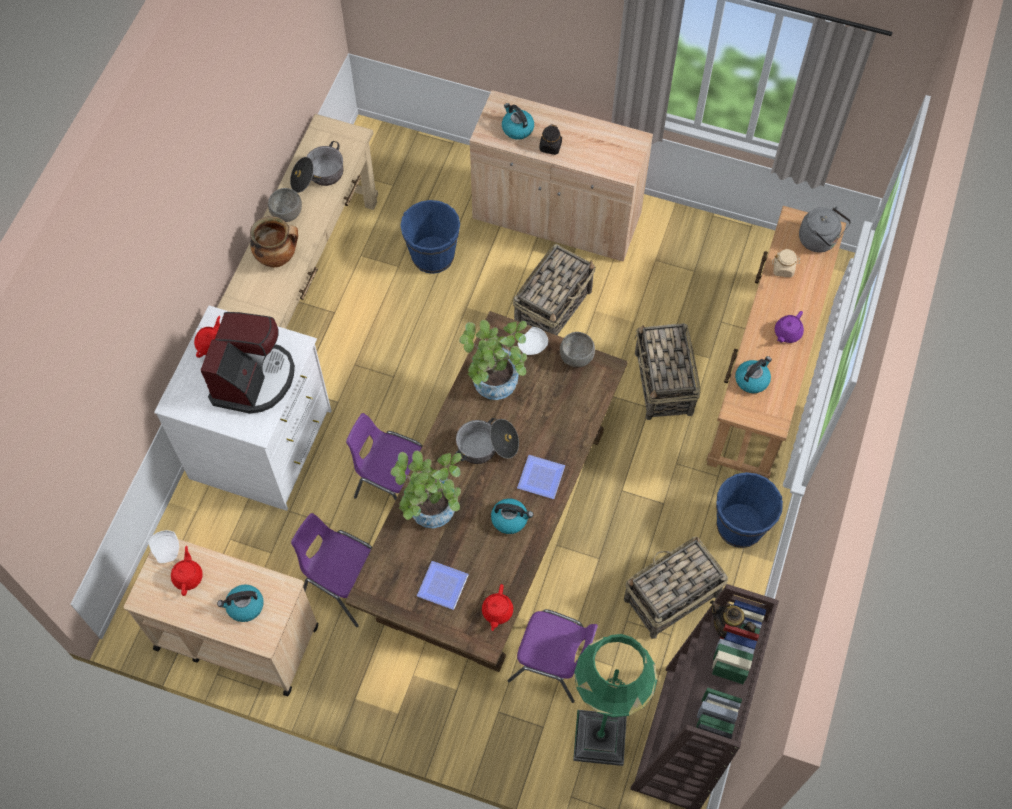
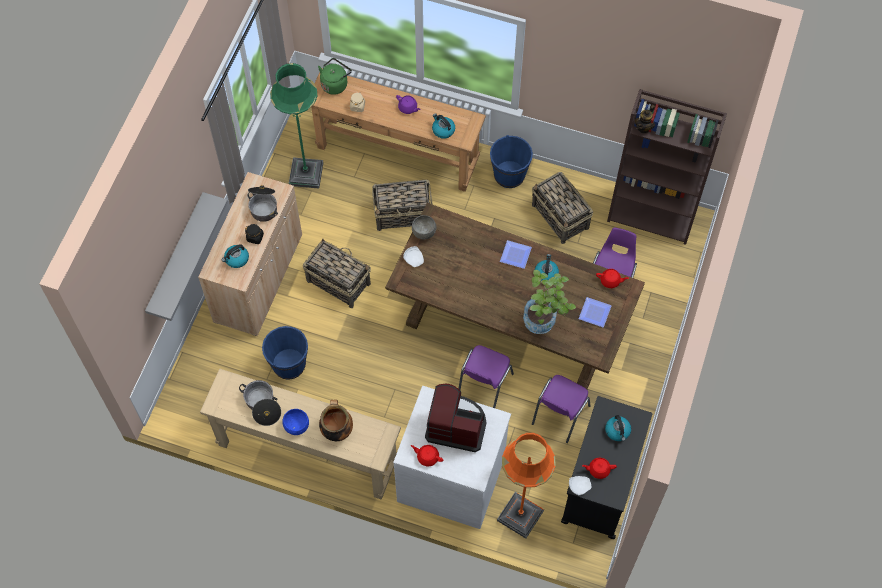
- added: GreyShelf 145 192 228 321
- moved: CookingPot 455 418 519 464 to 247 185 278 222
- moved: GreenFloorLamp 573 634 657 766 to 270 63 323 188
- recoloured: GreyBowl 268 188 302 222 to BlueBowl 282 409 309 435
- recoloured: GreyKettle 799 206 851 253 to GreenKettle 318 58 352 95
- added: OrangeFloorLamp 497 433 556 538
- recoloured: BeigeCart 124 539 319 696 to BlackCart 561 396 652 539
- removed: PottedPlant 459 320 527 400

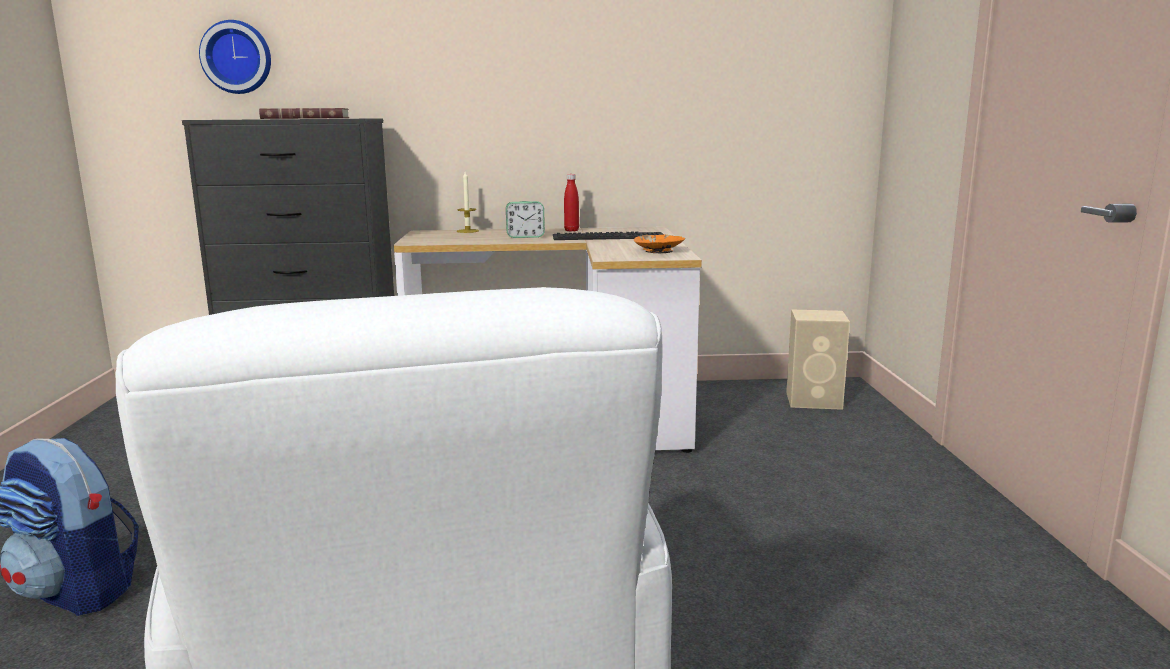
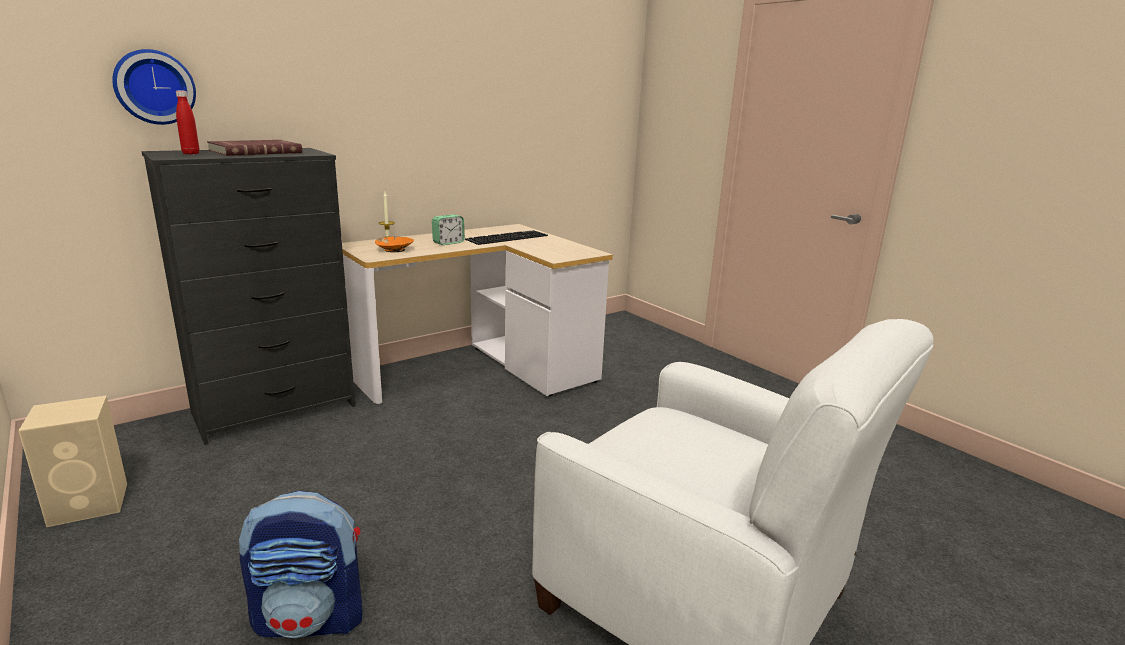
- moved: BeigeSpeaker 786 310 850 410 to 19 395 127 527
- moved: RedBottle 564 174 579 232 to 176 90 199 154
- moved: OrangeBowl 634 235 685 253 to 375 236 414 252

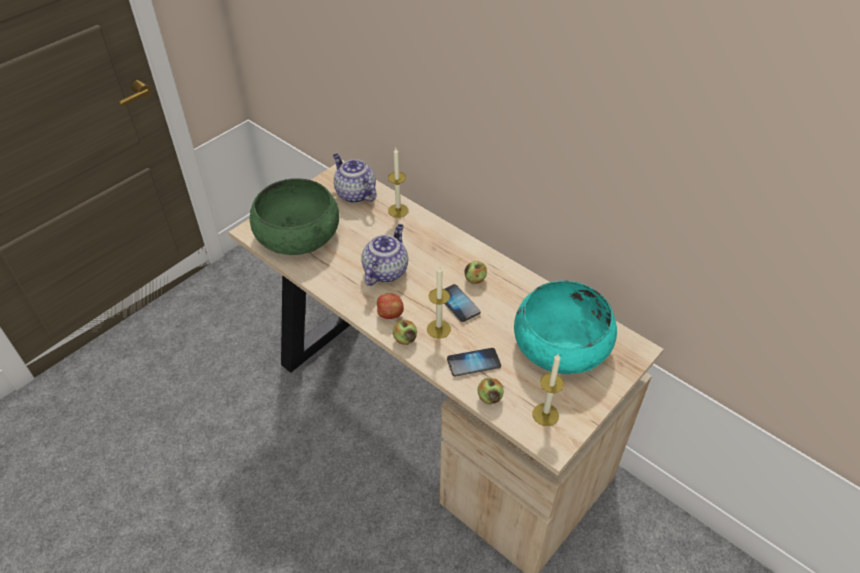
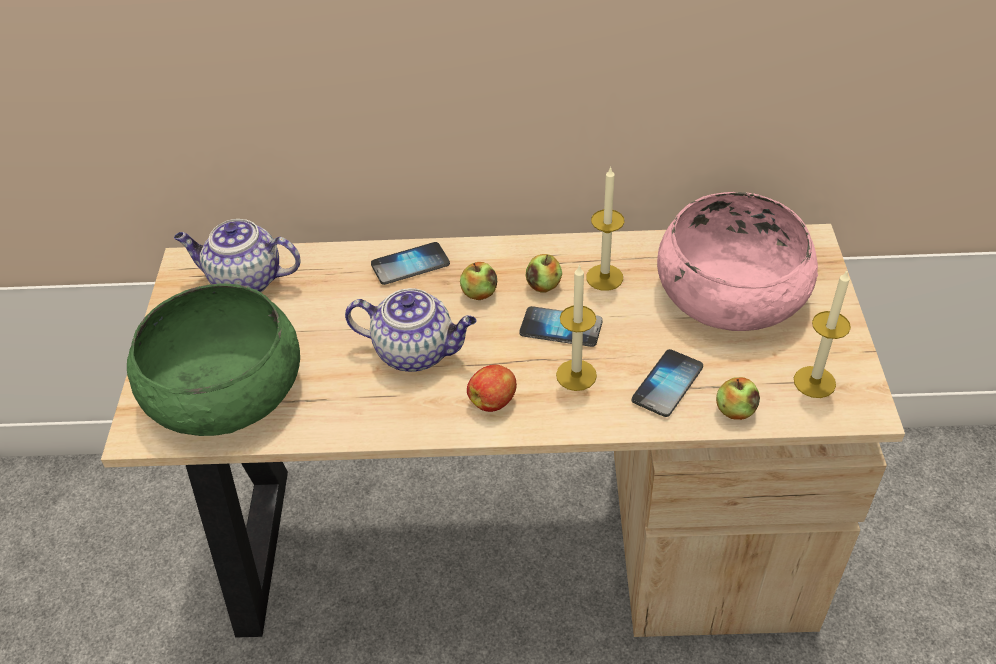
- turned: Teapot 361 224 408 286 = 345 288 477 372 120 degrees clockwise
- added: Phone 371 242 450 285
- moved: Apple 393 320 417 345 to 460 262 497 300
- moved: Candle 388 148 409 218 to 586 166 624 291
- recoloured: TurquoiseBowl 514 280 617 374 to PinkBowl 657 192 818 331

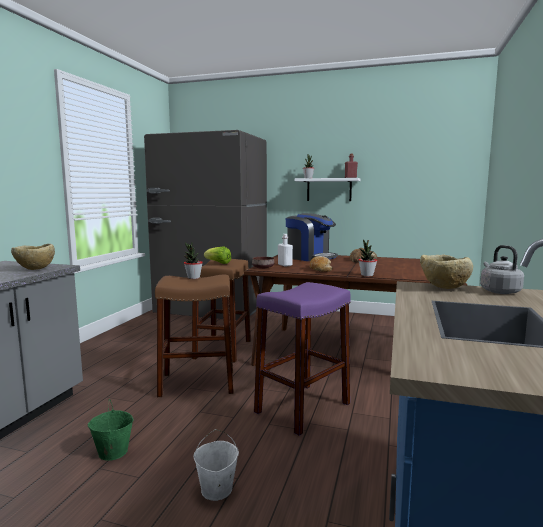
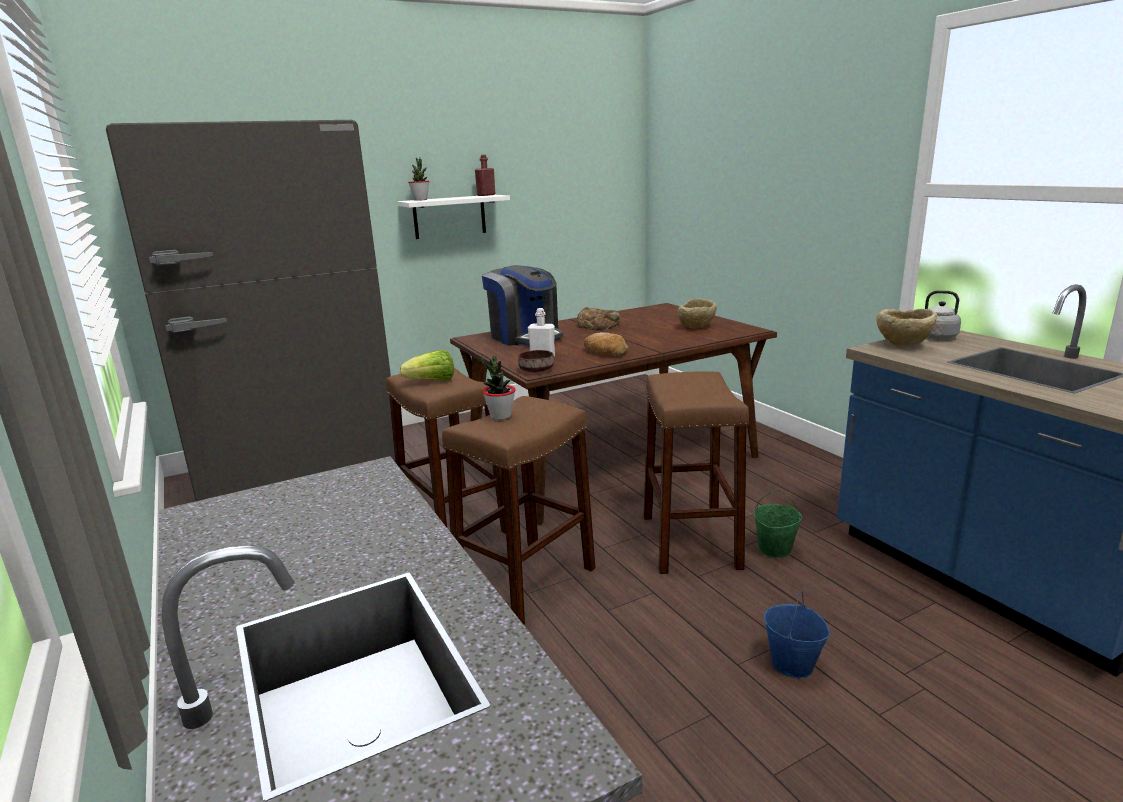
- turned: CoffeeMachine 286 213 338 261 = 482 265 563 346 60 degrees clockwise
- recoloured: PurpleStool 254 282 351 436 to BrownStool 643 372 749 574
- moved: BeigeBowl 11 244 55 270 to 678 298 717 329
- moved: GreenBucket 88 399 134 461 to 754 490 802 558
- recoloured: WhiteBucket 194 429 239 501 to BlueBucket 764 591 830 678
- removed: PottedPlant 358 239 377 277

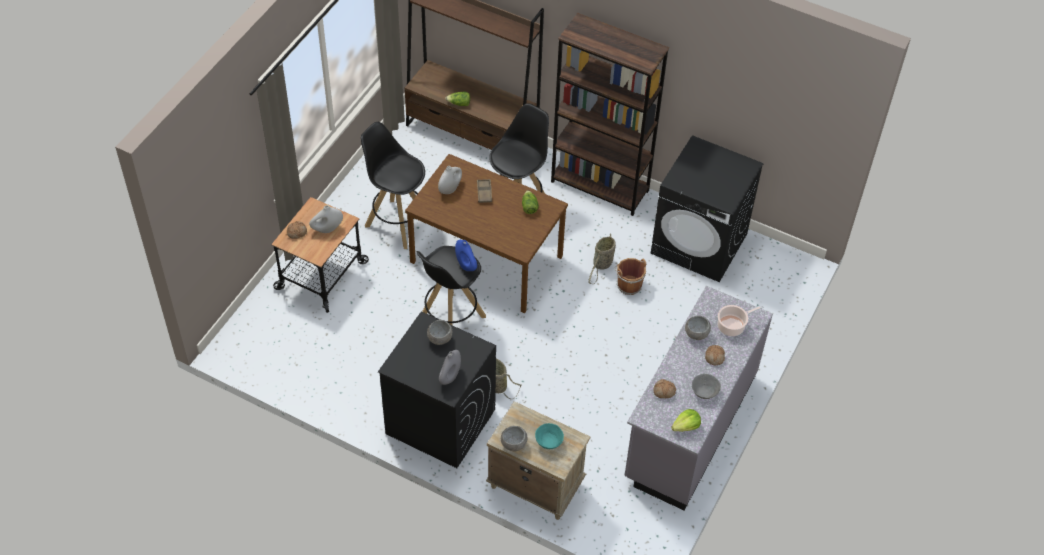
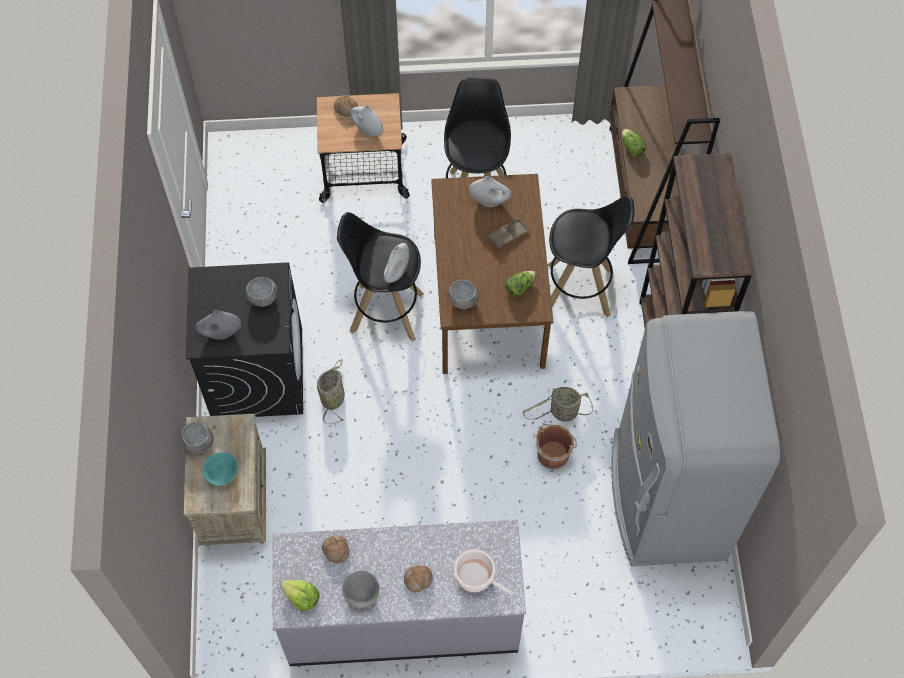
- recoloured: BlueVase 455 240 477 271 to WhiteVase 384 243 409 283
- moved: GreyBowl 685 316 711 340 to 448 280 479 309
- replaced: BlackWashingMachine 651 135 764 282 to GreyFridge 611 311 781 566

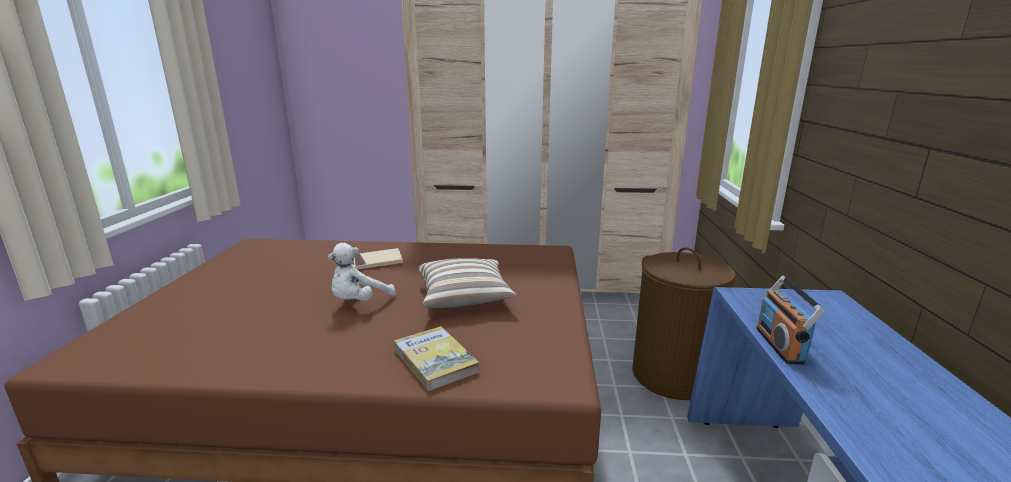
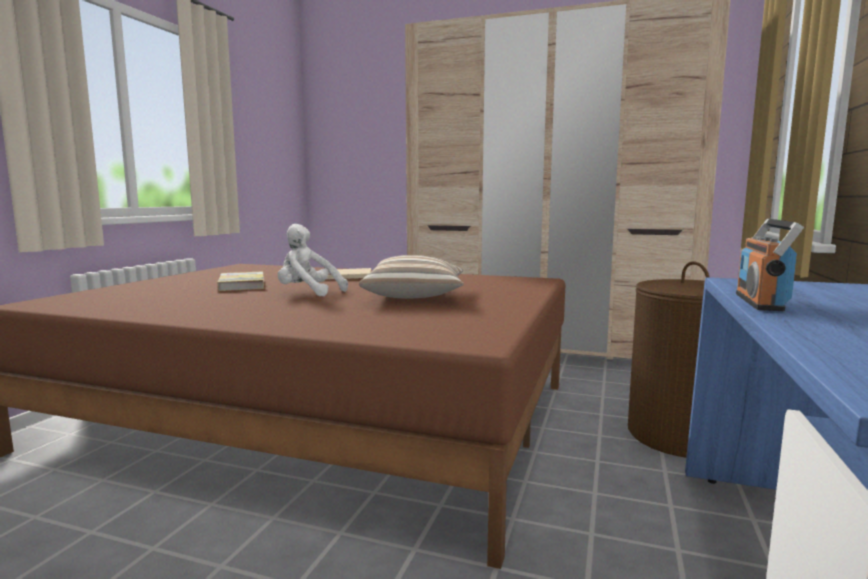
- moved: Book 394 326 479 391 to 218 271 264 291
- turned: WhitePlushToy 327 243 396 301 = 278 224 348 297 60 degrees clockwise

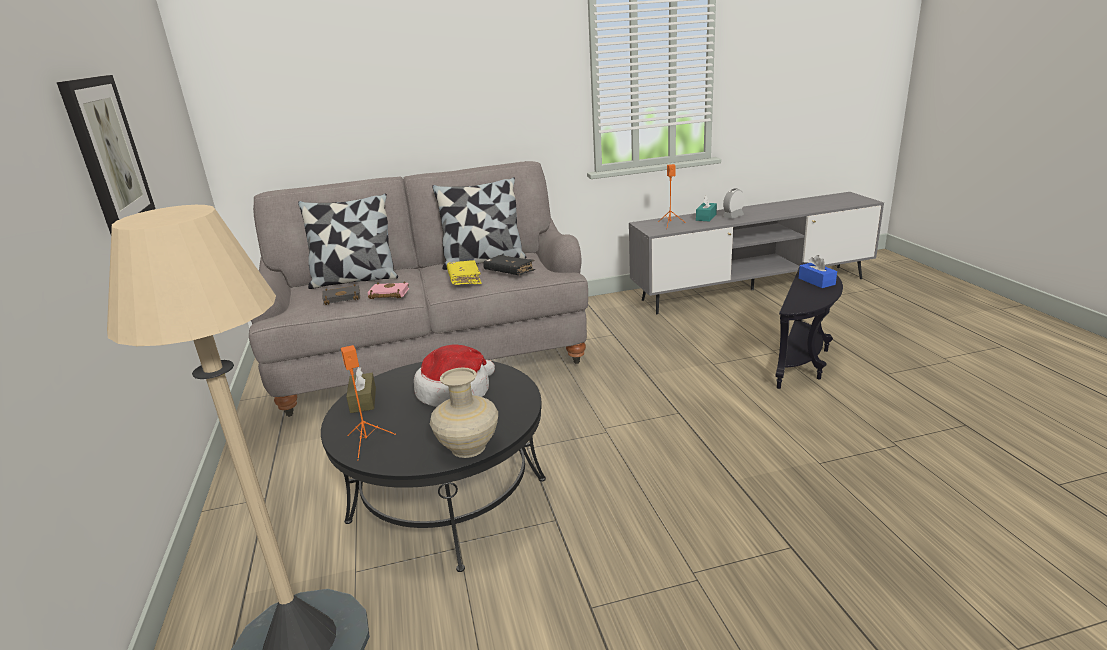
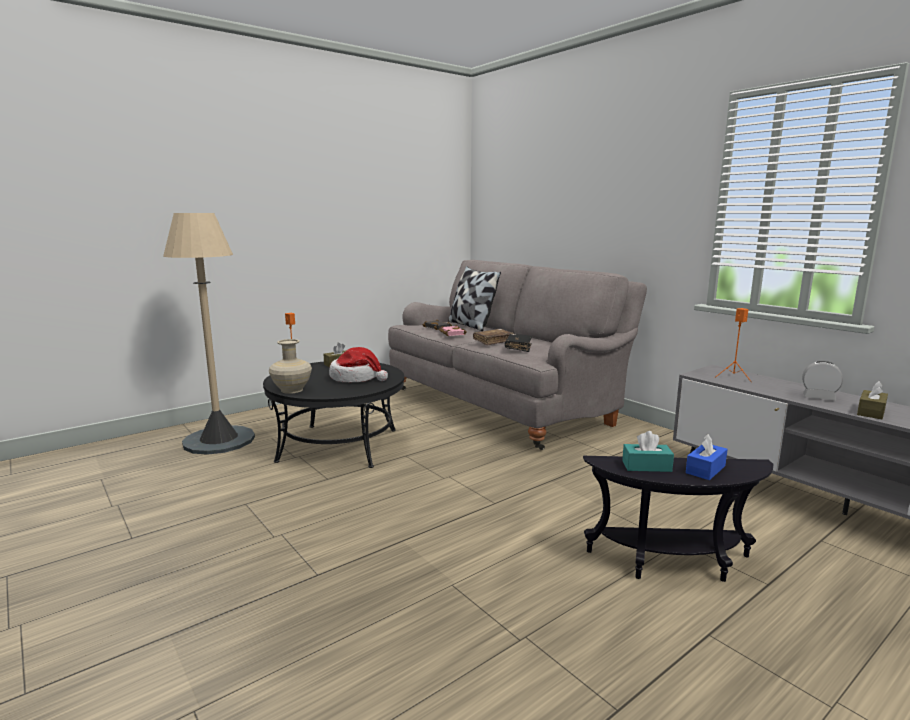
- recoloured: YellowBook 447 260 482 285 to BrownBook 473 329 514 345
- moved: TurquoiseTissueBox 696 195 717 222 to 622 431 674 472
- added: BrownTissueBox 857 381 888 419
- removed: Picture 57 75 156 234
- removed: Pillow 432 177 526 270

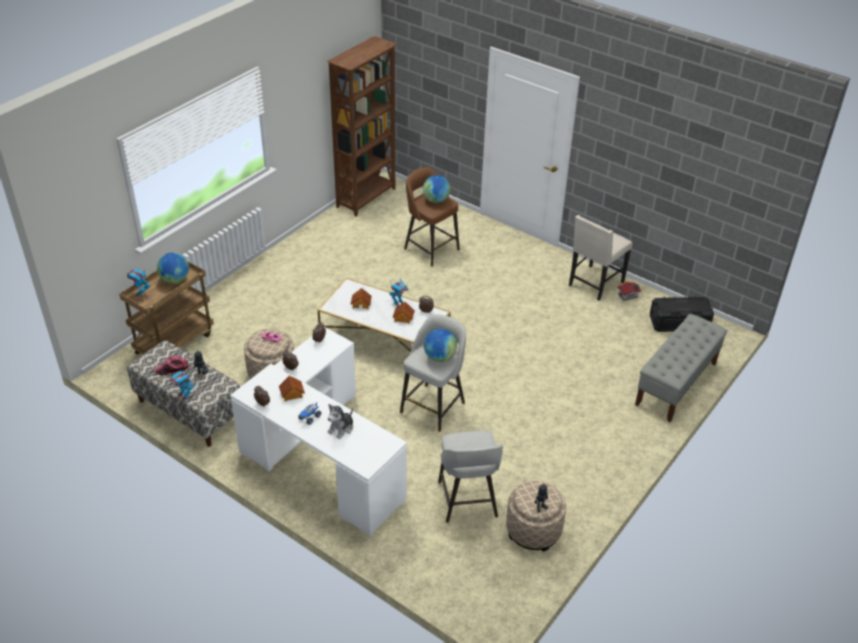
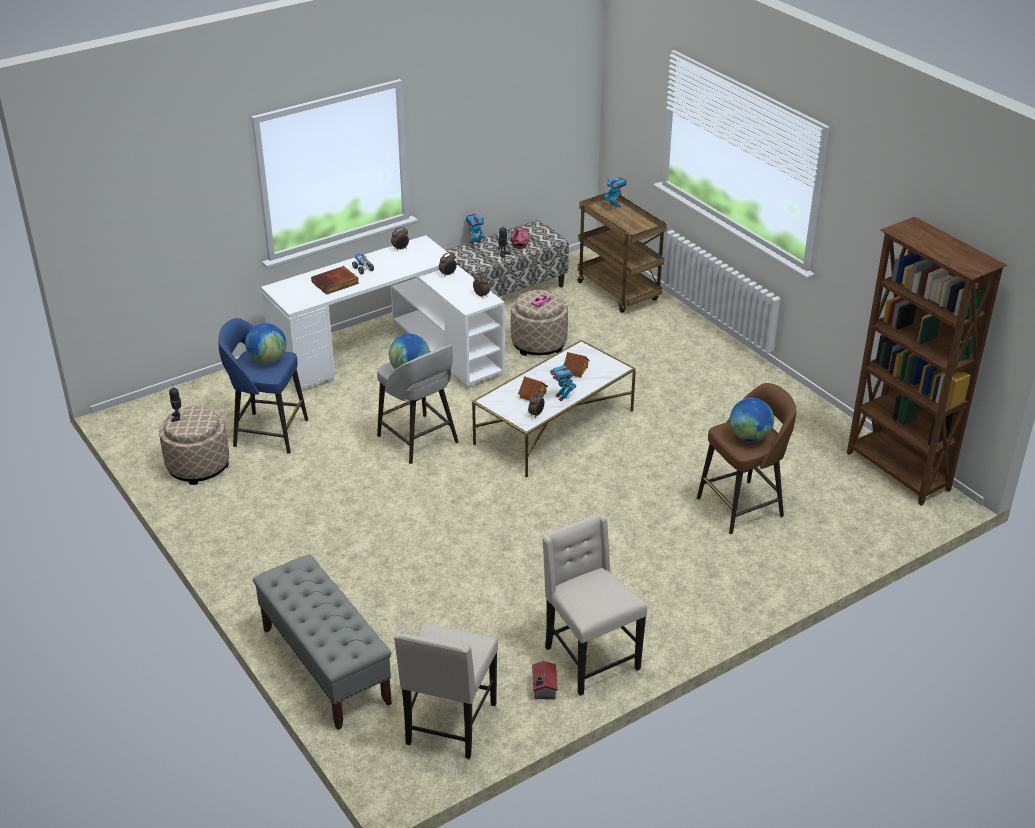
- recoloured: GreyStool 438 431 503 523 to BlueStool 218 318 308 454
- moved: Globe 157 253 189 284 to 245 323 286 364
- replaced: PlushToy 327 404 353 439 to Book 311 266 359 295
- replaced: BlackStorageBox 650 296 714 332 to BeigeChair 394 624 498 759
- removed: ToyHouse 279 376 305 401

